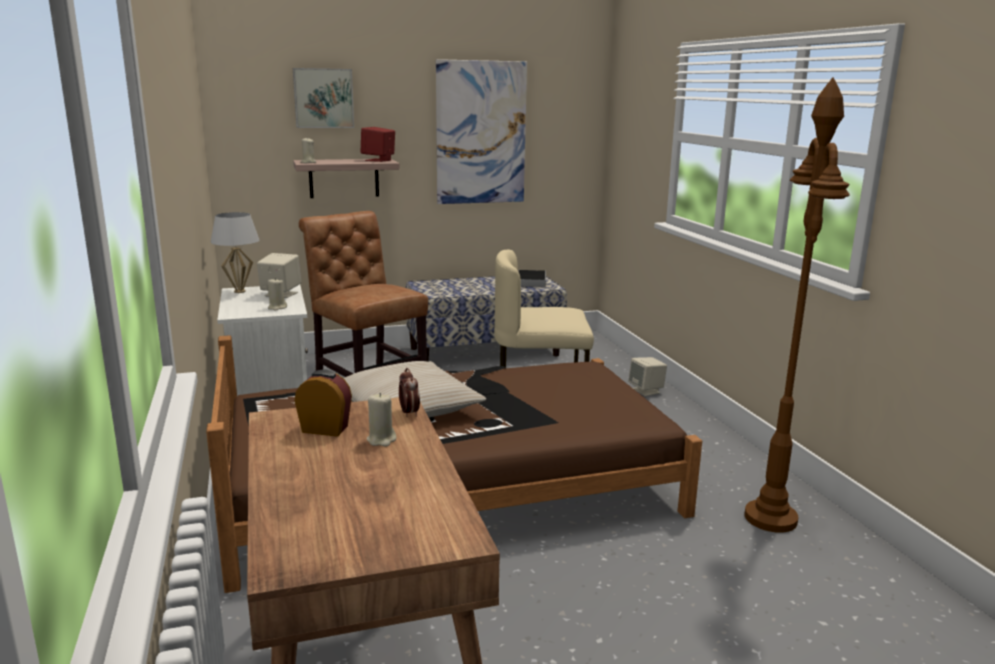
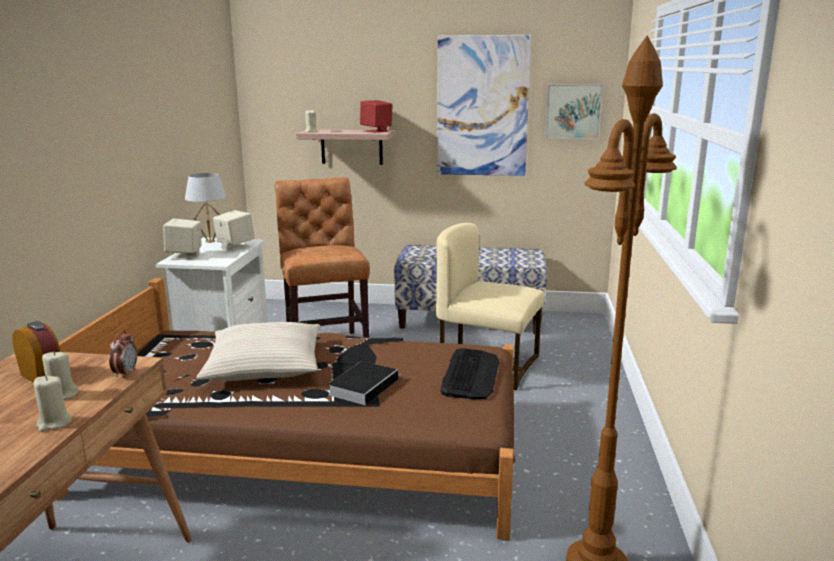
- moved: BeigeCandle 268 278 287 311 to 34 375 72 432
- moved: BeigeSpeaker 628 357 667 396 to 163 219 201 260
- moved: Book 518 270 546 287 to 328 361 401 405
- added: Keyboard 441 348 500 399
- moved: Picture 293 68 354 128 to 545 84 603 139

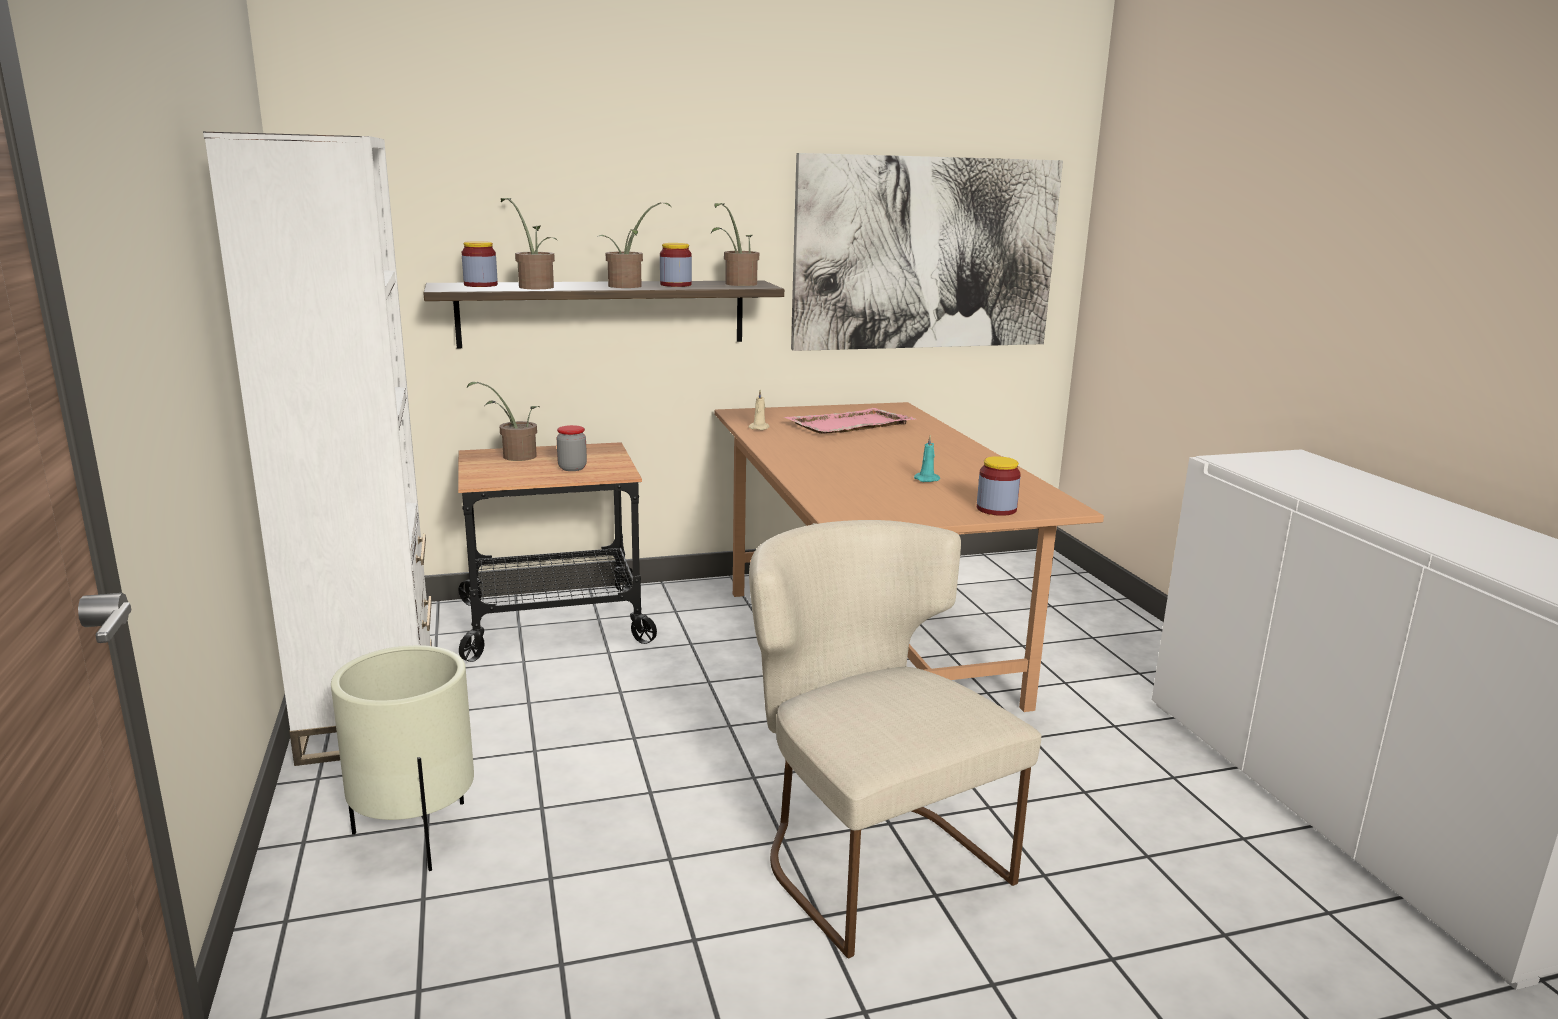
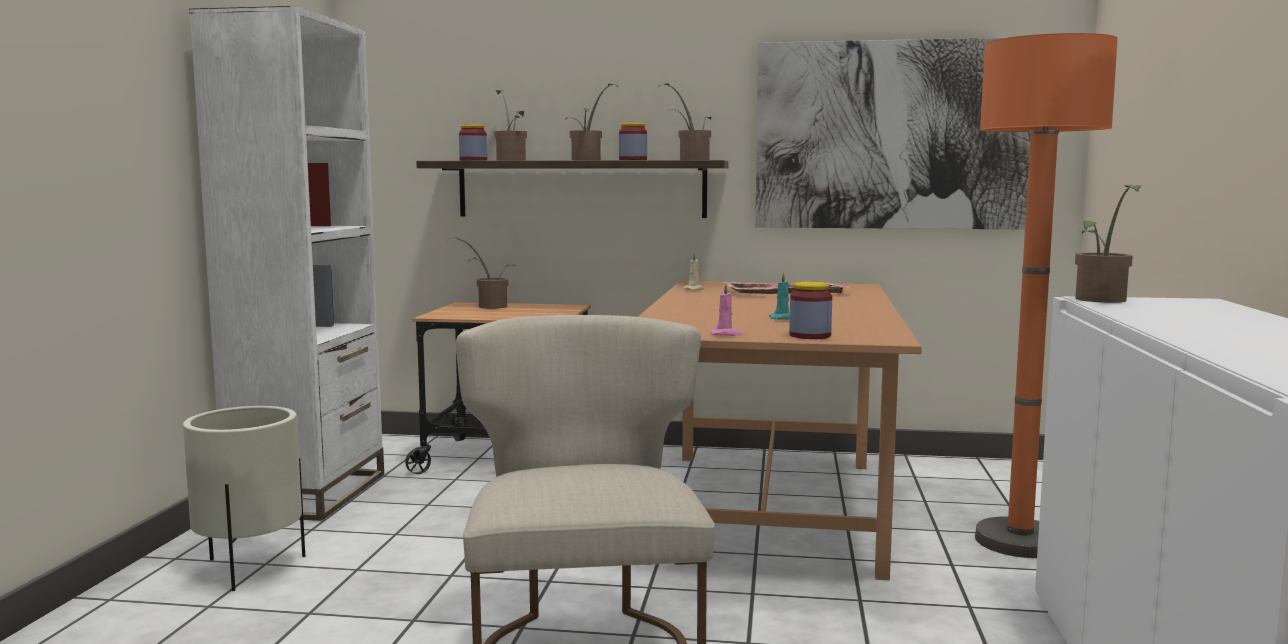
- added: PinkCandle 710 284 743 336
- added: OrangeFloorLamp 975 33 1118 558
- added: PottedPlant 1075 185 1141 303
- removed: Jar 557 425 587 471

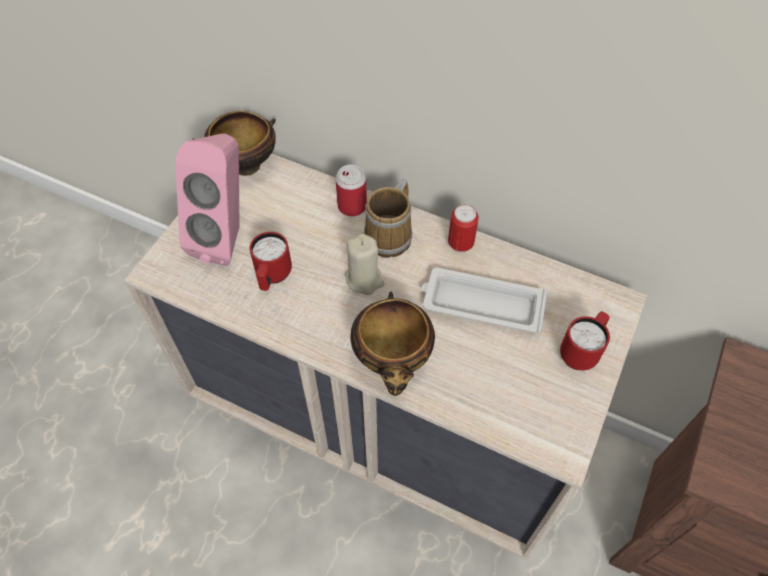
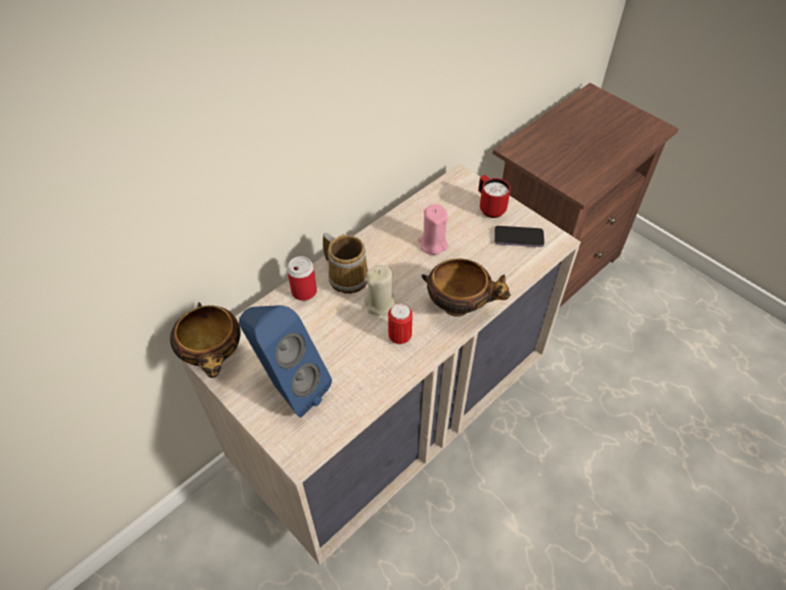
- recoloured: PinkSpeaker 175 134 240 266 to BlueSpeaker 239 305 332 417
- moved: Can 448 204 479 253 to 388 303 413 345
- replaced: WhiteTray 421 268 547 333 to PinkCandle 418 204 448 255
- added: Phone 494 226 545 247
- removed: RedMug 250 232 292 291

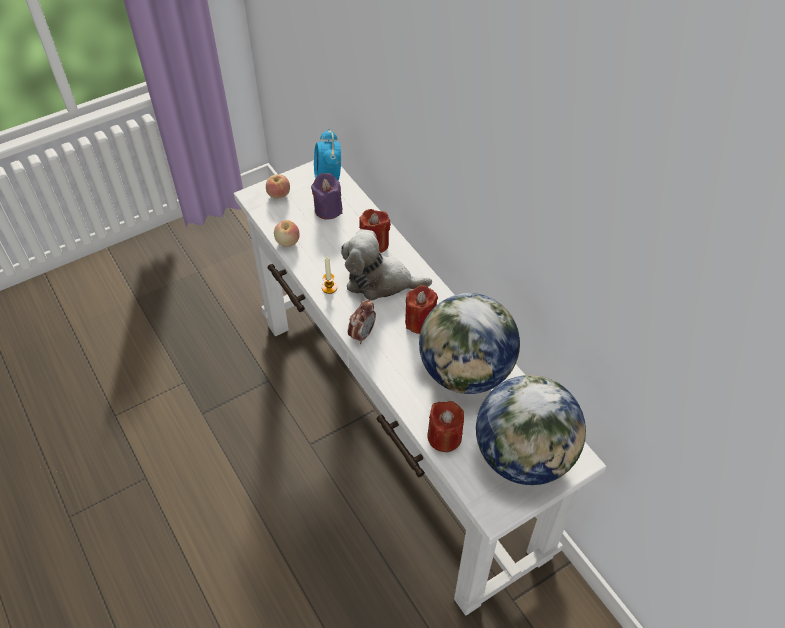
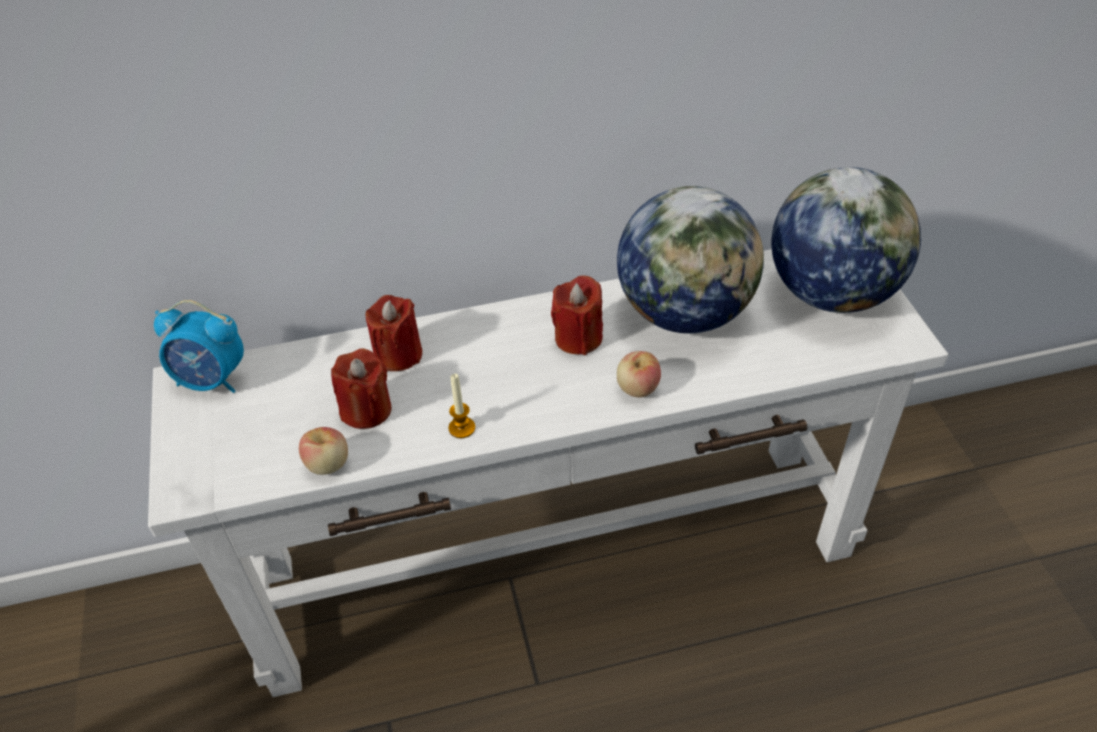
- moved: RedCandle 427 401 464 452 to 331 348 392 429
- moved: Apple 266 174 290 199 to 617 351 661 398
- removed: PurpleCandle 311 173 342 220
- removed: PlushToy 341 229 432 301
- removed: AlarmClock 348 299 376 344

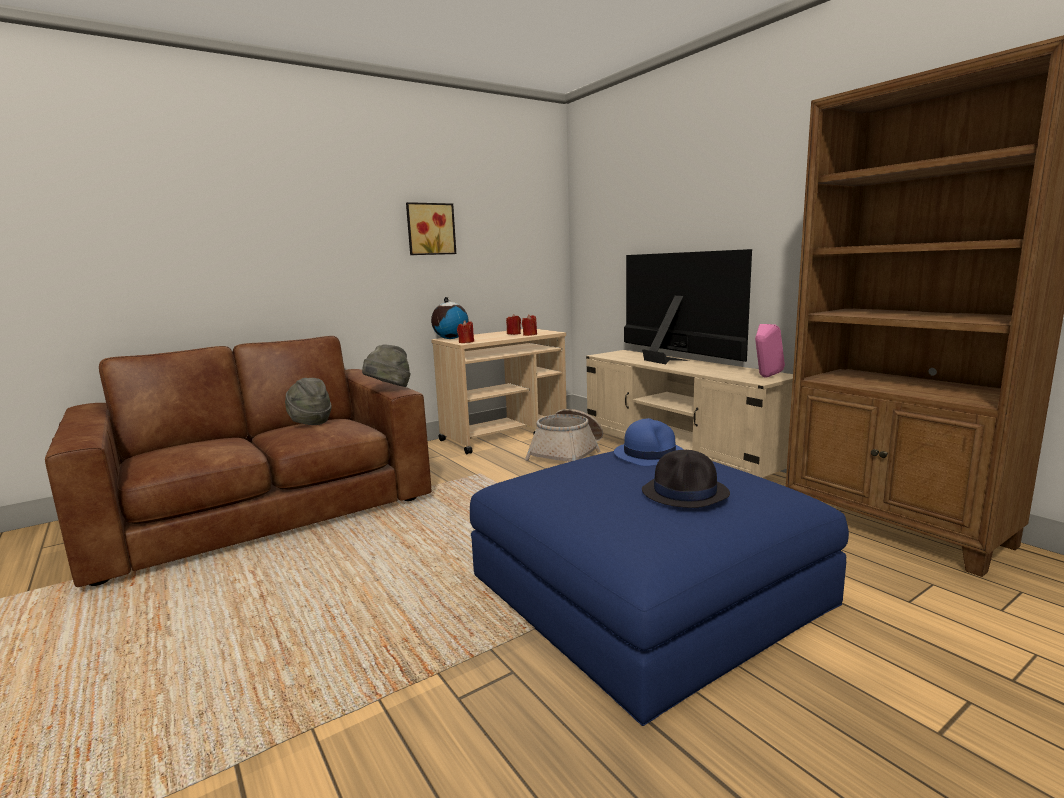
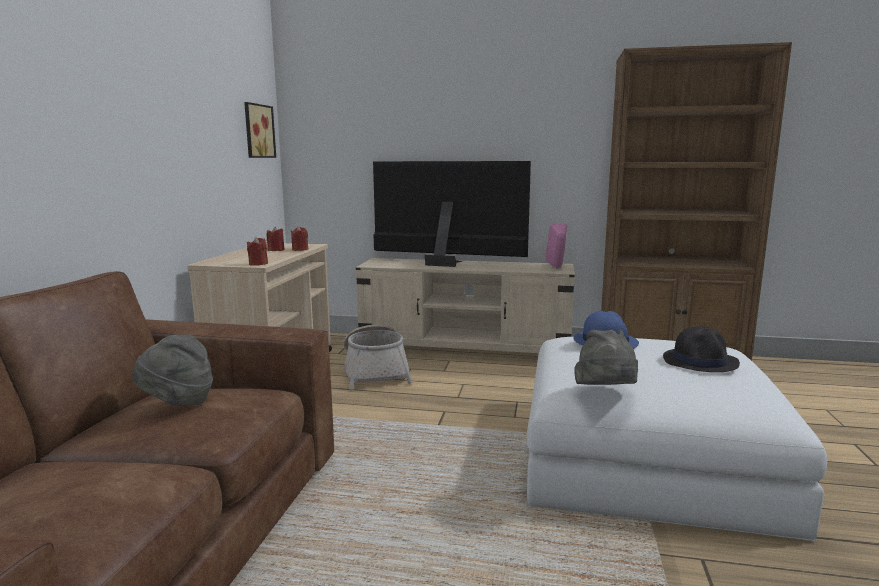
- moved: Picture 406 202 456 255 to 244 102 276 158
- recoloured: BlueOttoman 470 451 849 726 to WhiteOttoman 527 337 827 541
- moved: GreyHat 362 344 410 387 to 574 330 638 385
- removed: Globe 431 297 469 339

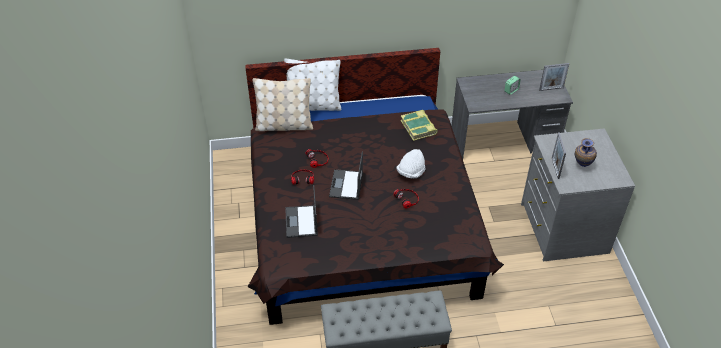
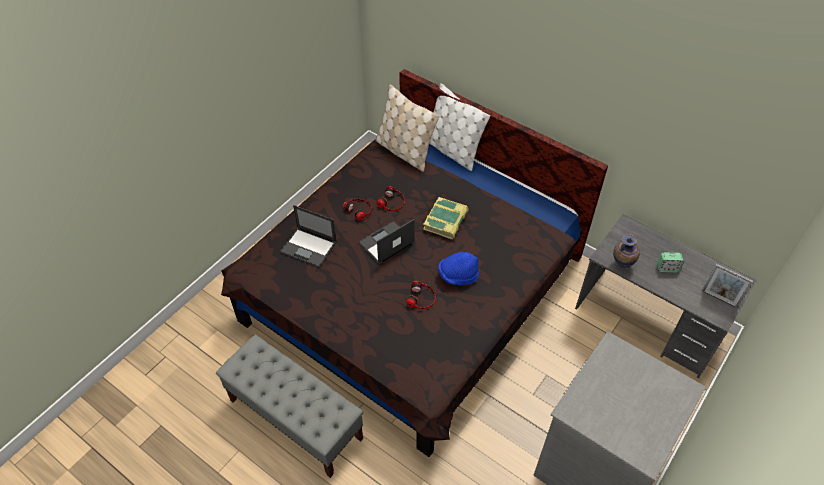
- turned: Laptop 285 185 318 238 = 280 205 336 268 105 degrees counterclockwise
- moved: Book 400 110 438 141 to 423 197 469 239
- recoloured: WhiteHat 396 149 426 178 to BlueHat 438 252 479 285
- moved: Vase 575 138 597 167 to 613 234 640 268
- removed: PictureFrame 552 133 566 179

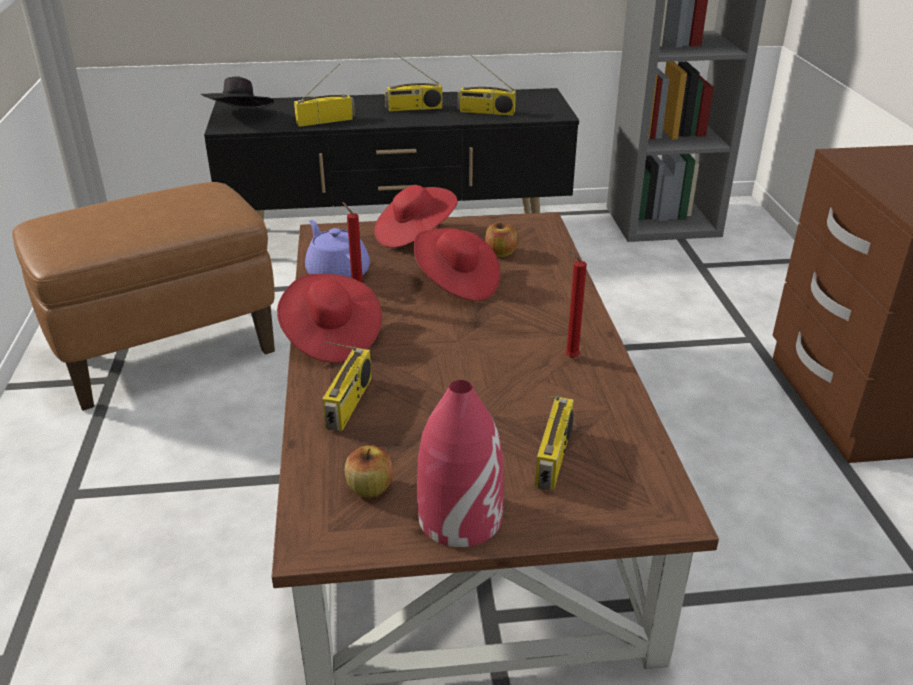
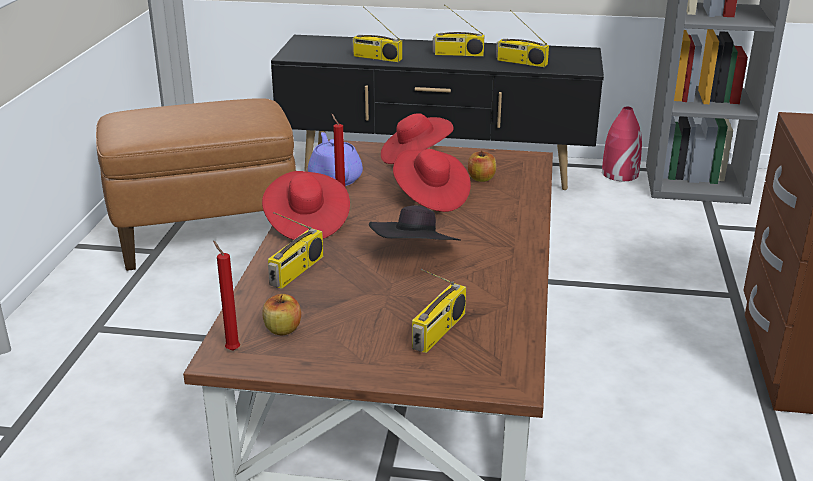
- moved: RedCandle 565 249 587 358 to 213 240 240 351
- turned: Radio 294 63 355 127 = 352 6 402 62 150 degrees counterclockwise
- moved: BlackHat 201 76 274 108 to 369 205 461 241
- moved: RedVase 417 380 504 547 to 602 107 642 181

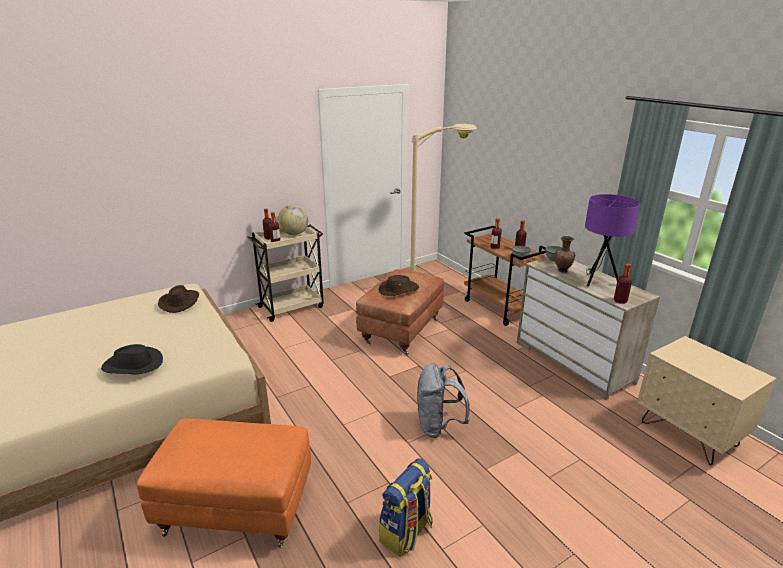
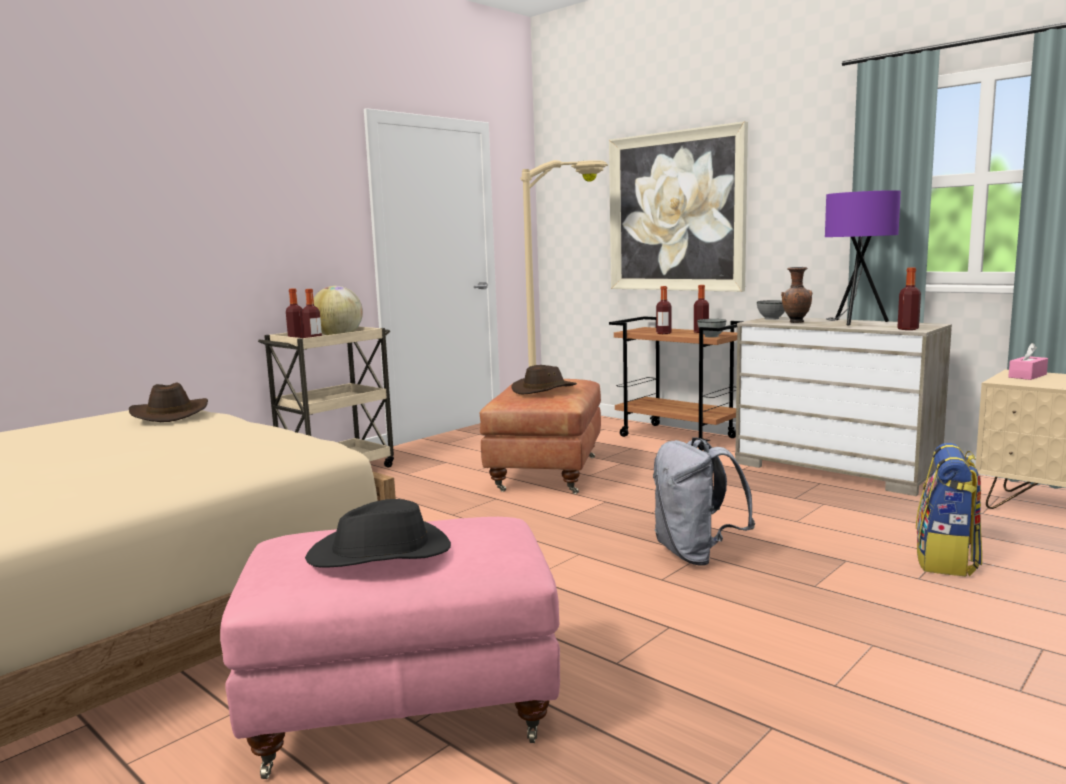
- recoloured: OrangeOttoman 137 418 311 548 to PinkOttoman 220 517 560 779
- moved: BlackHat 101 344 163 374 to 305 499 451 568
- added: Picture 609 121 748 292
- moved: Backpack 379 458 433 557 to 916 443 982 577
- added: PinkTissueBox 1008 343 1048 380

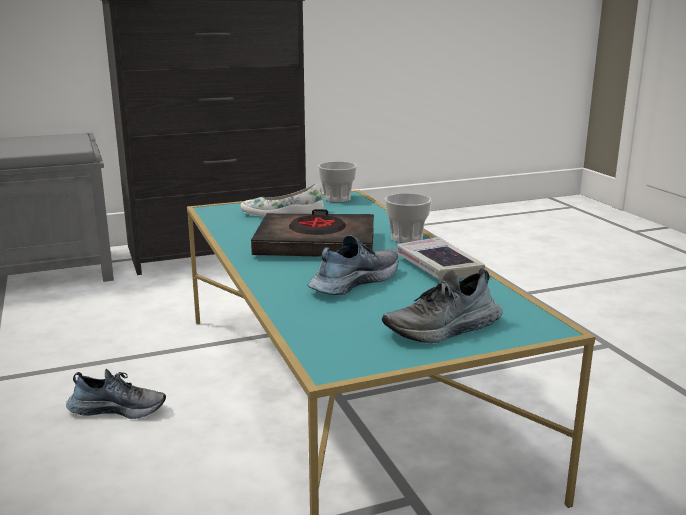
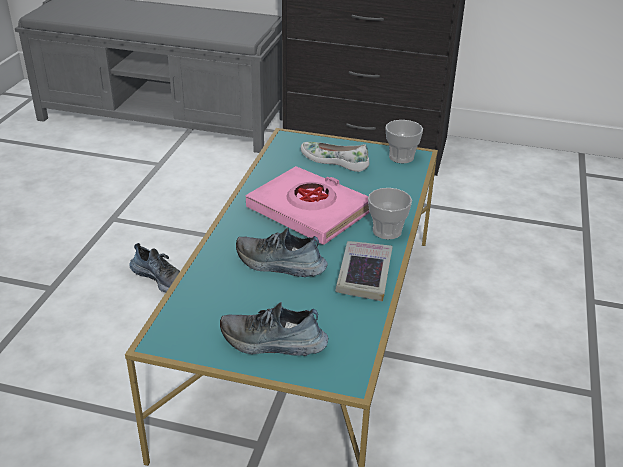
- turned: Shoe 308 235 398 295 = 236 227 328 277 150 degrees counterclockwise
- recoloured: BlackBook 251 209 374 257 to PinkBook 246 166 370 245

